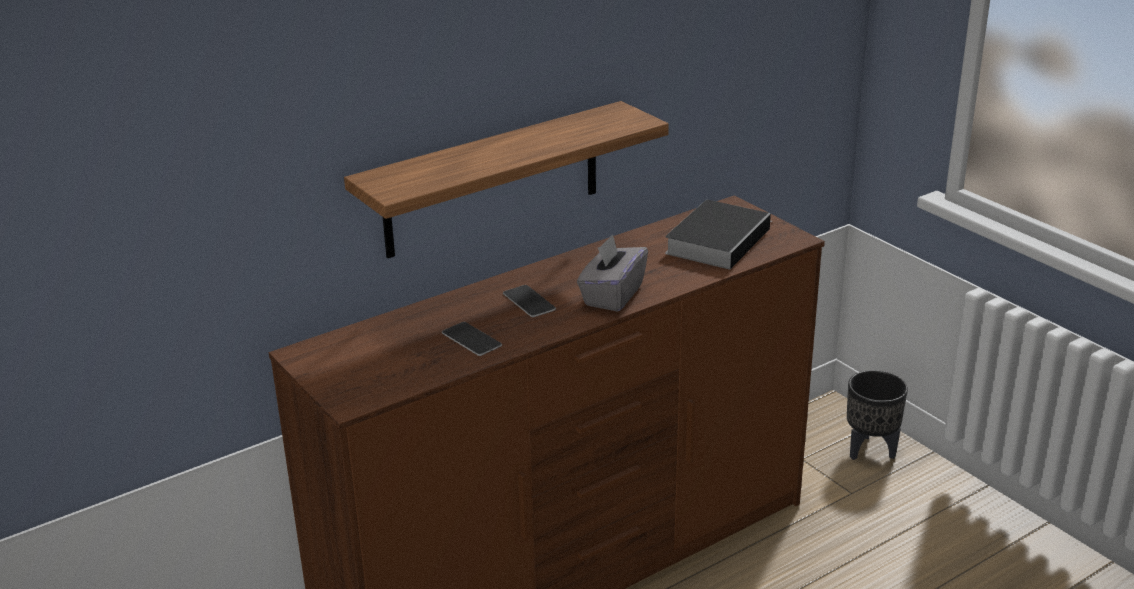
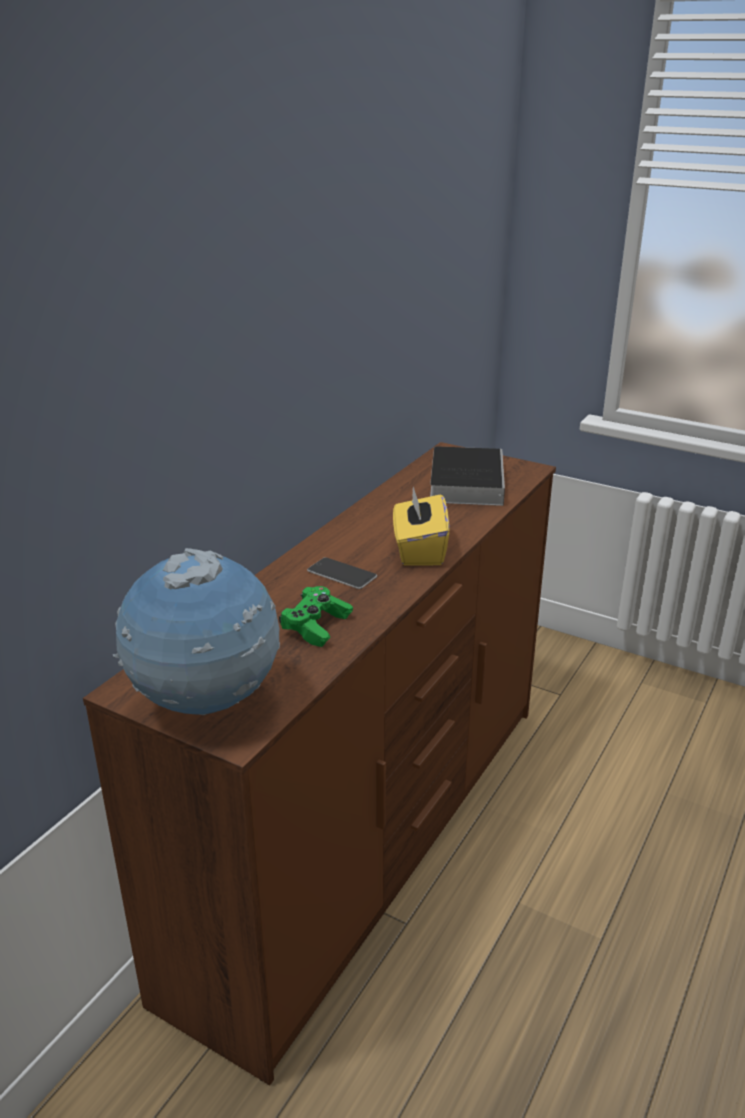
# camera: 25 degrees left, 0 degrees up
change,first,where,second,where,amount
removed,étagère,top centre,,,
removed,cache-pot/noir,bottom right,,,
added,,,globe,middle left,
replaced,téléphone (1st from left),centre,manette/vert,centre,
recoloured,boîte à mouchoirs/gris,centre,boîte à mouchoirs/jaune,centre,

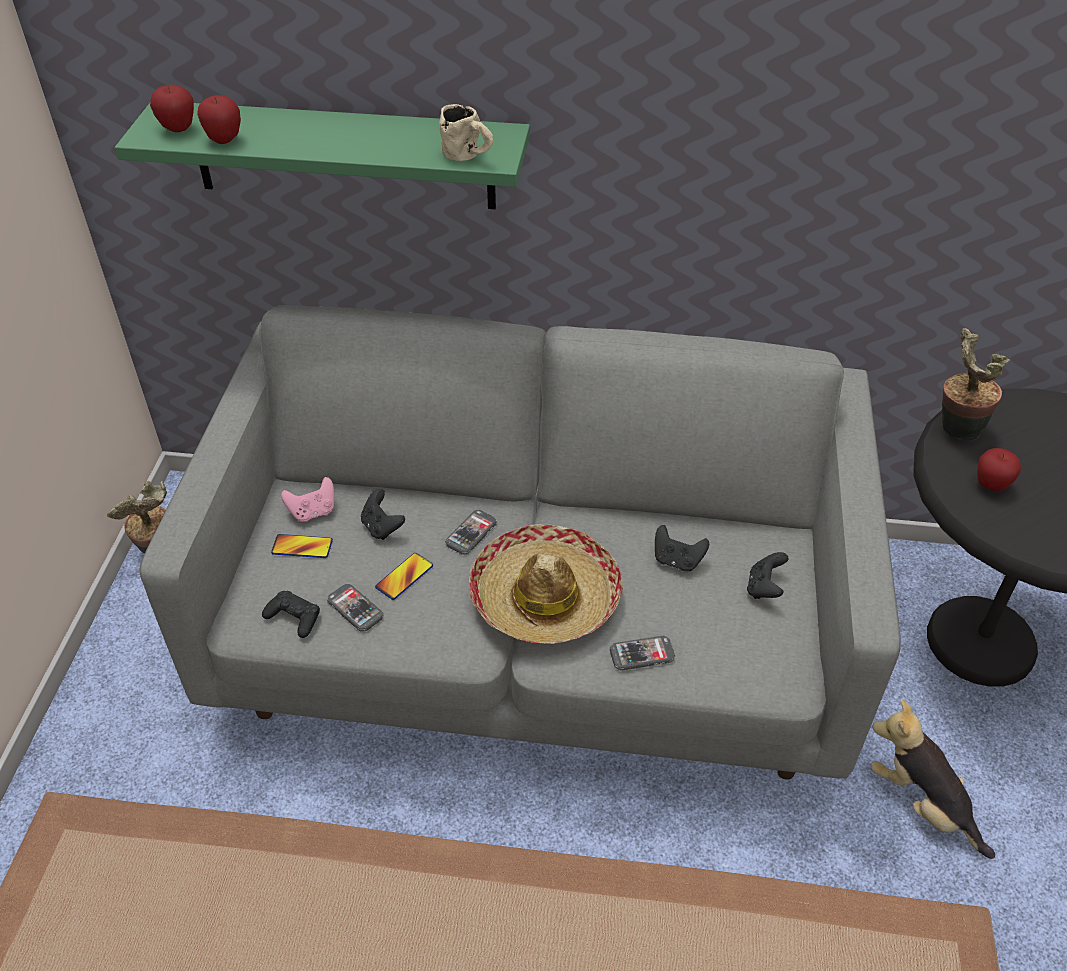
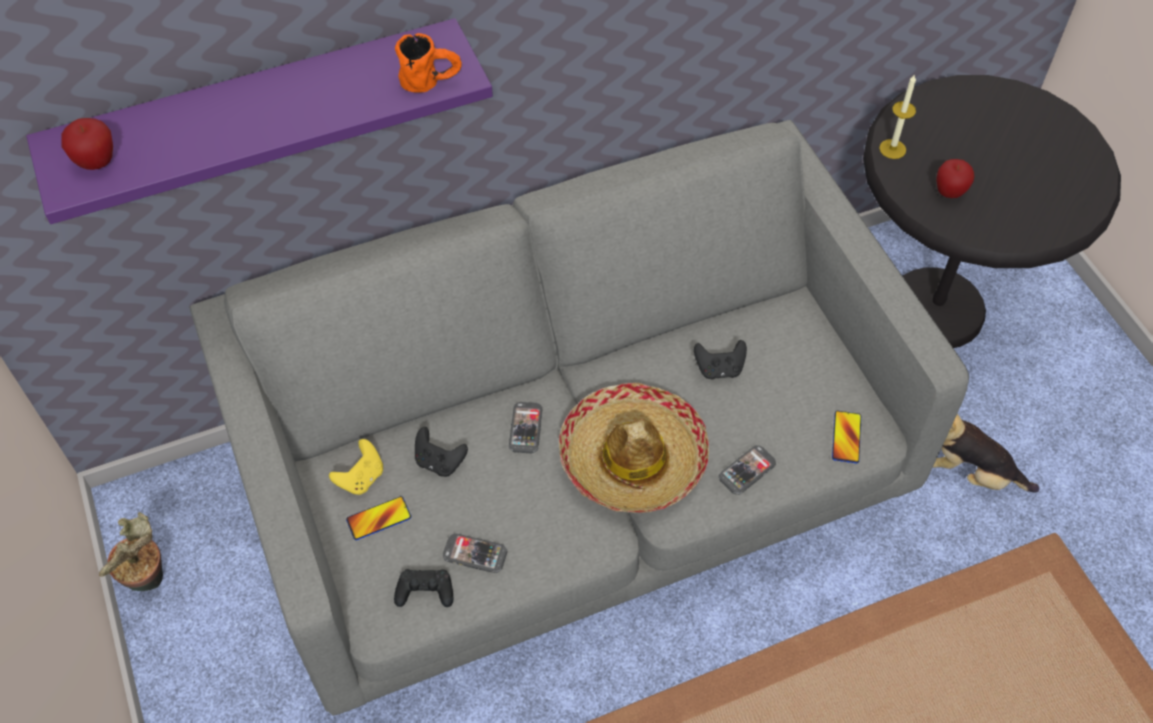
# camera: 30 degrees left, 10 degrees up
change,first,where,second,where,amount
removed,pomme (2nd from left),top left,,,
removed,manette/noir (4th from left),middle right,,,
moved,téléphone (3rd from left in the first image),centre,téléphone (5th from left),middle right,
replaced,plante en pot (2nd from left),middle right,bougie,top right,
recoloured,étagère/vert,top left,étagère/violet,top left,
recoloured,manette/rose,middle left,manette/jaune,middle left,
recoloured,mug/beige,top centre,mug/orange,top centre,

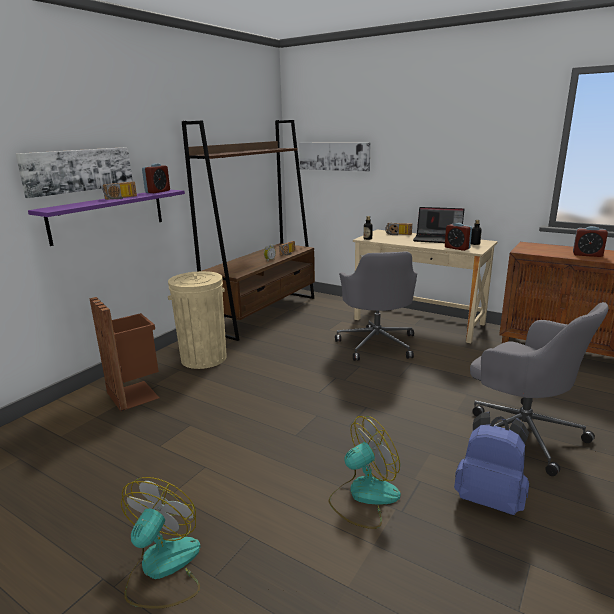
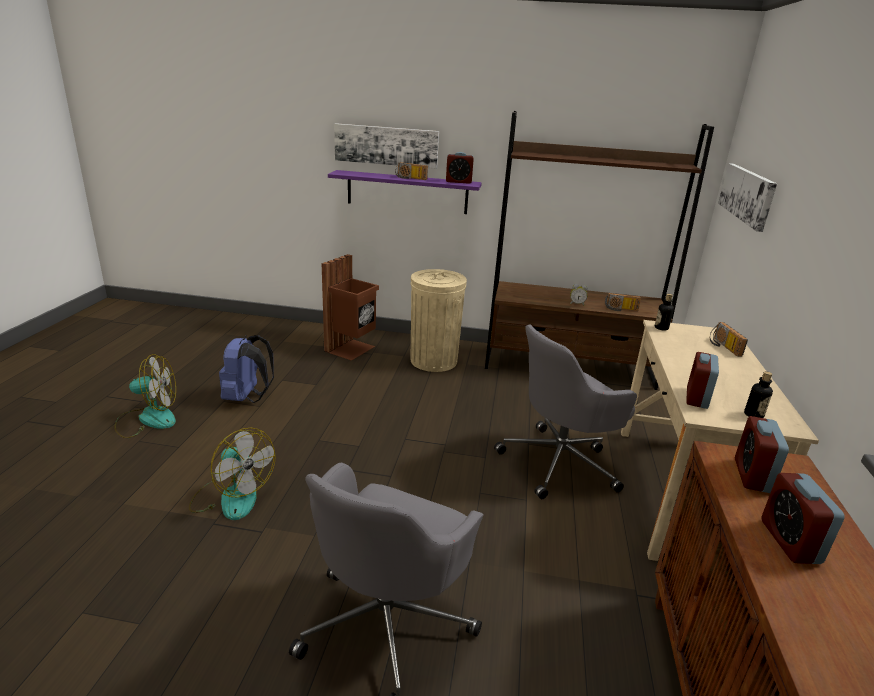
# camera: 65 degrees right, 5 degrees up
change,first,where,second,where,amount
removed,ordinateur portable,middle right,,,
added,,,réveil (4th from left),middle right,
moved,sac à dos/bleu,bottom right,,middle left,

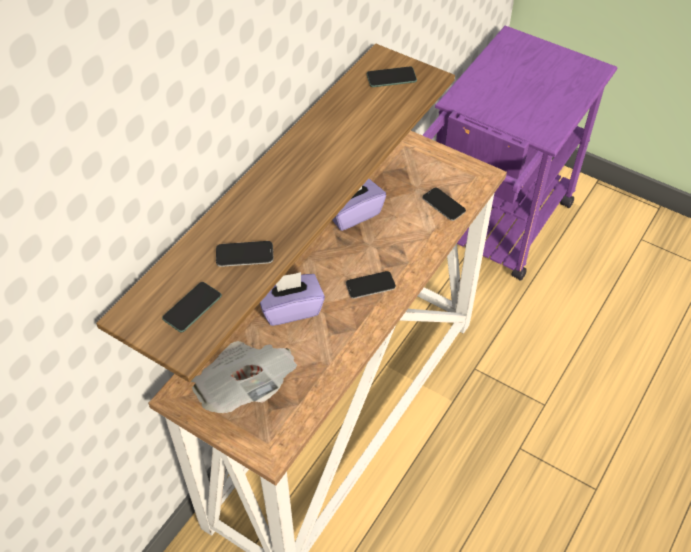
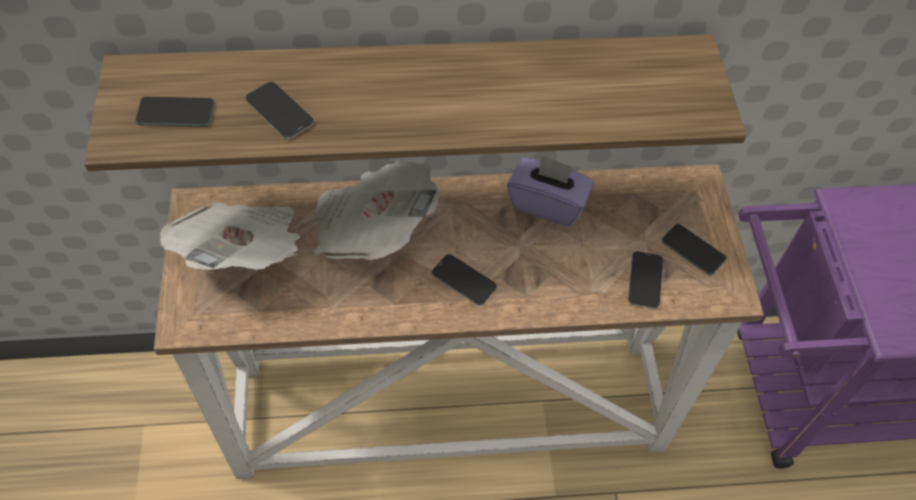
# camera: 50 degrees right, 5 degrees up
change,first,where,second,where,amount
moved,téléphone (4th from left in the first image),top centre,téléphone (5th from left),middle right,
replaced,boîte à mouchoirs/violet (1st from left),centre,journal (2nd from left),centre,

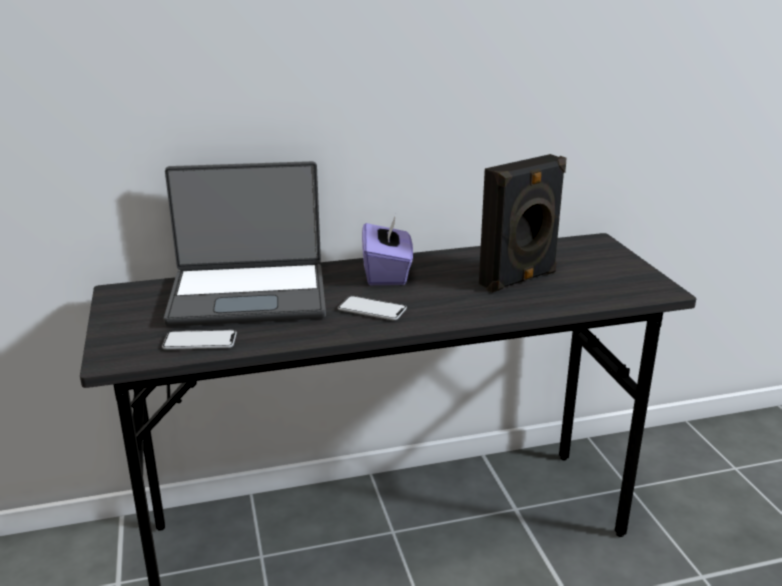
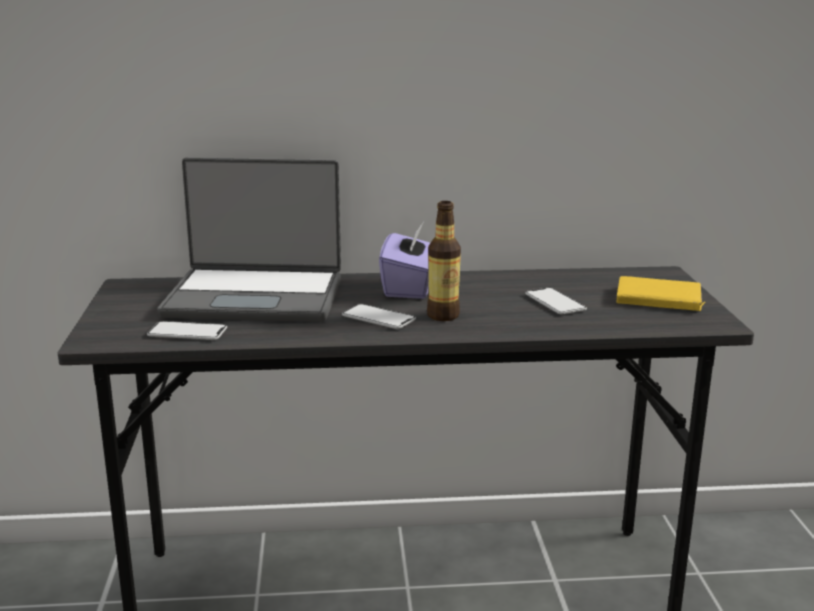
# camera: 10 degrees right, 5 degrees down
change,first,where,second,where,amount
added,,,bouteille,centre,
added,,,livre/jaune,middle right,
replaced,enceinte/noir,middle right,téléphone (3rd from left),middle right,

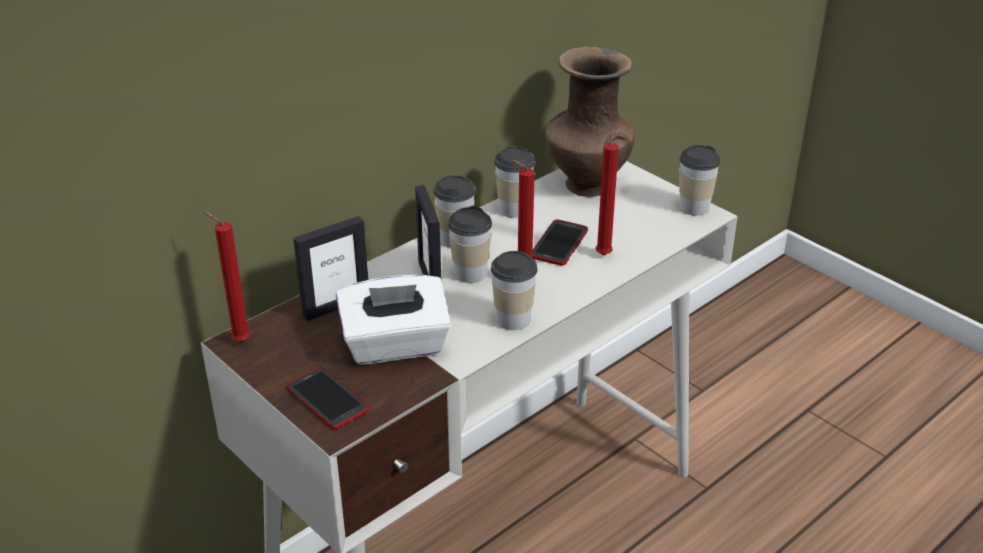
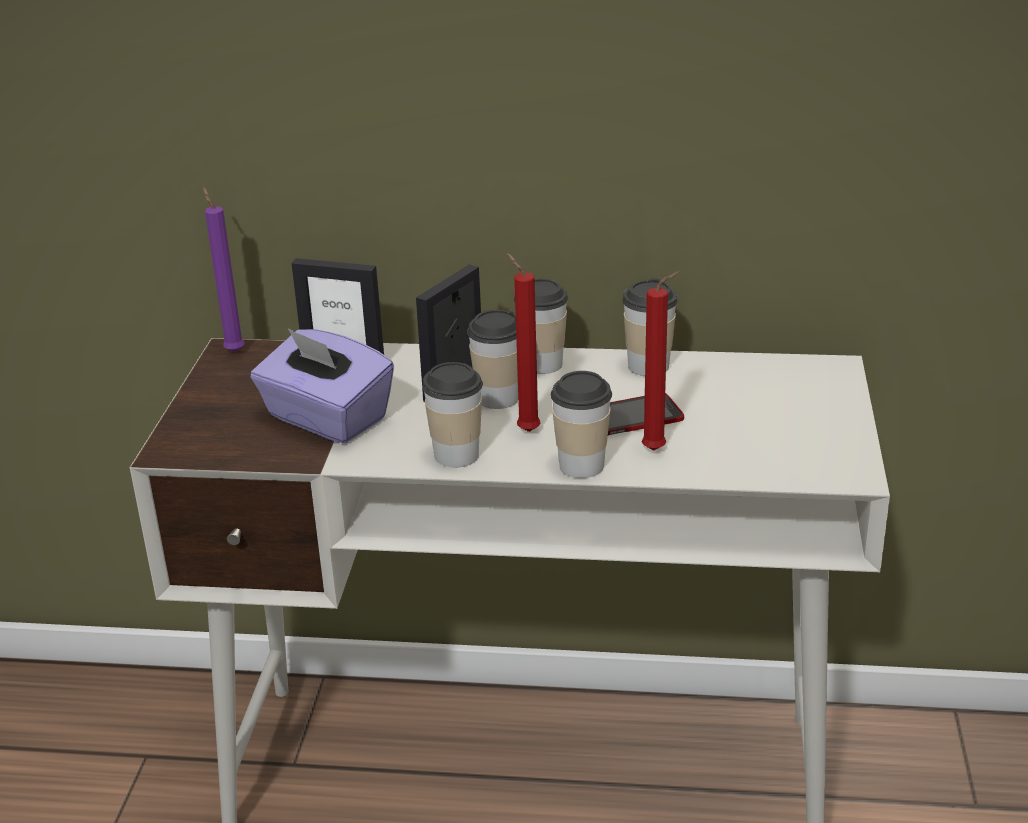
# camera: 50 degrees right, 5 degrees down
change,first,where,second,where,amount
removed,téléphone (1st from left),bottom centre,,,
removed,vase/marron,top centre,,,
moved,tasse (5th from left in the first image),top right,tasse (4th from left),centre,
recoloured,bougie/rouge (1st from left),middle left,bougie/violet,top left,
recoloured,boîte à mouchoirs/blanc,centre,boîte à mouchoirs/violet,middle left,

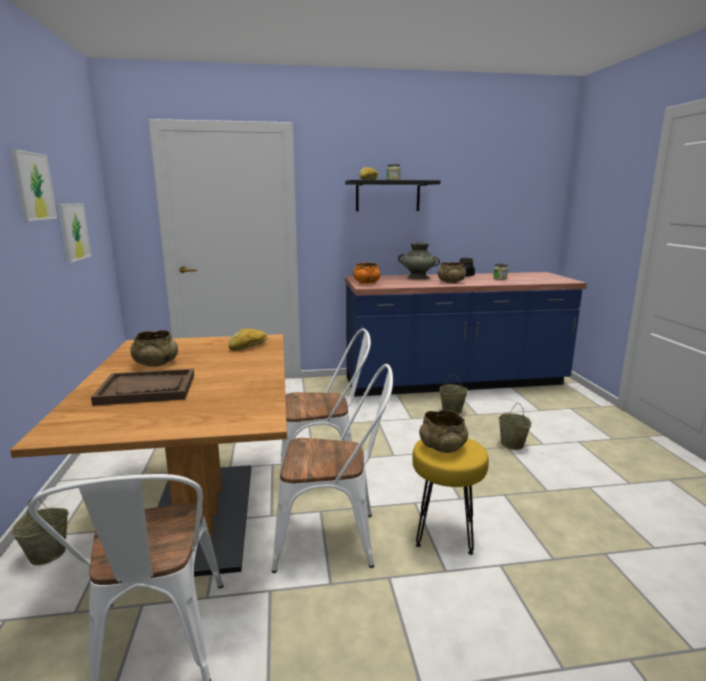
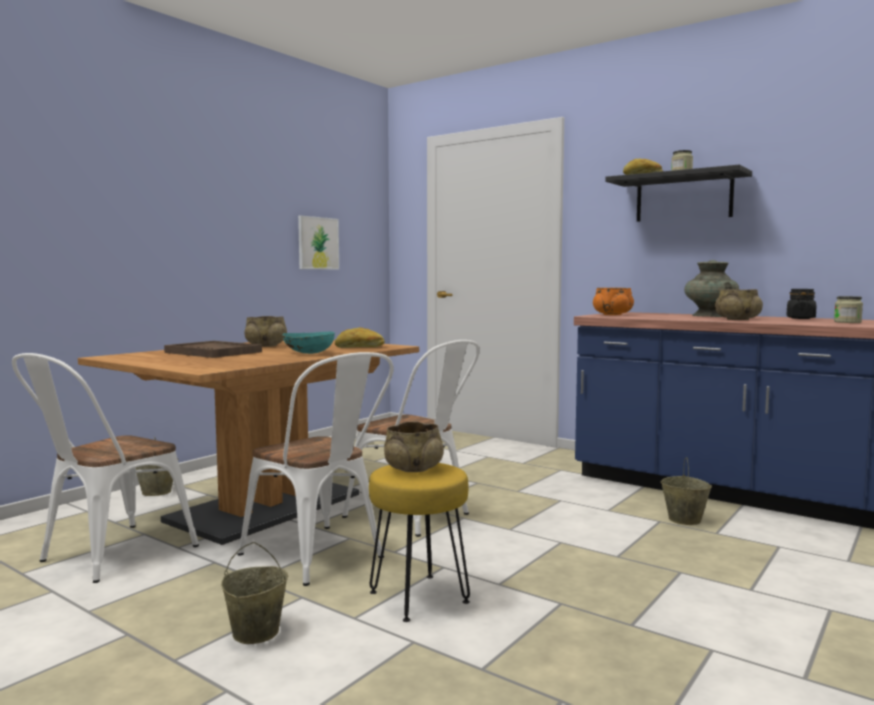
# camera: 45 degrees right, 10 degrees down
change,first,where,second,where,amount
removed,tableau (1st from left),top left,,,
added,,,bol/turquoise,centre,
moved,seau/beige (3rd from left in the first image),middle right,seau/beige (2nd from left),bottom left,

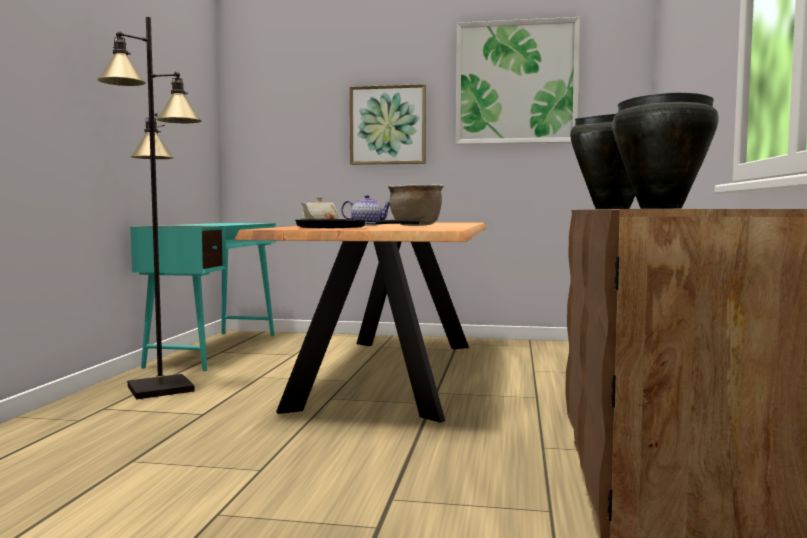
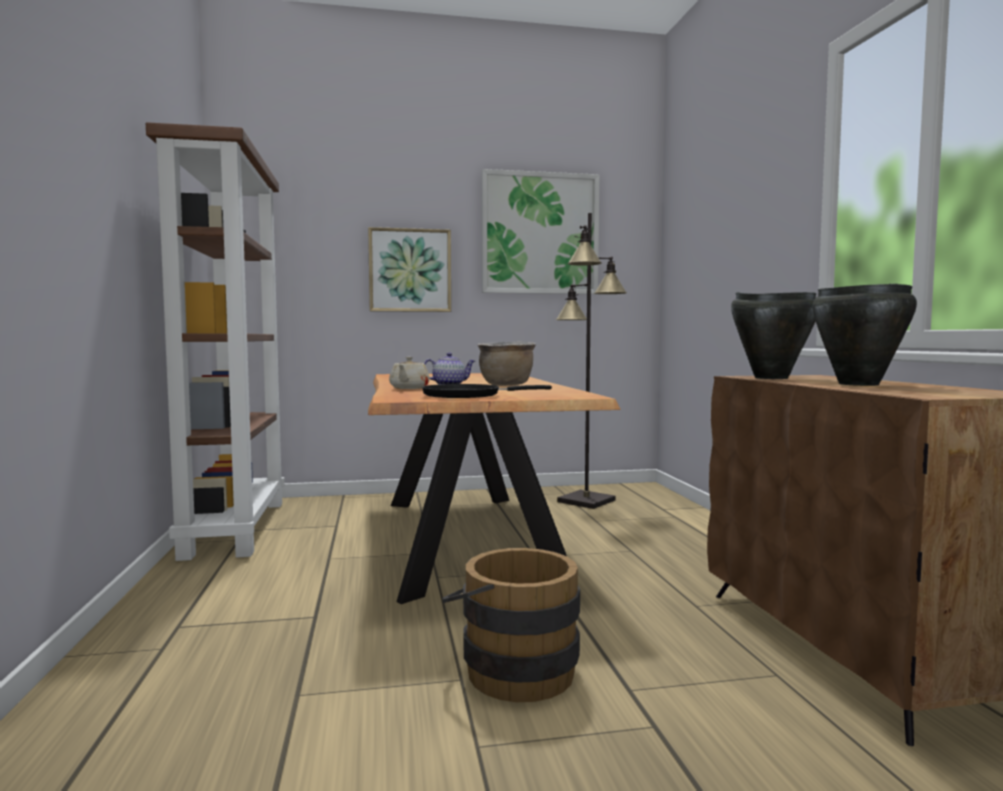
# camera: 20 degrees left, 0 degrees up
change,first,where,second,where,amount
added,,,seau/marron,bottom centre,
moved,lampadaire/noir,middle left,,centre,
replaced,bureau/turquoise,middle left,bibliothèque/marron,middle left,

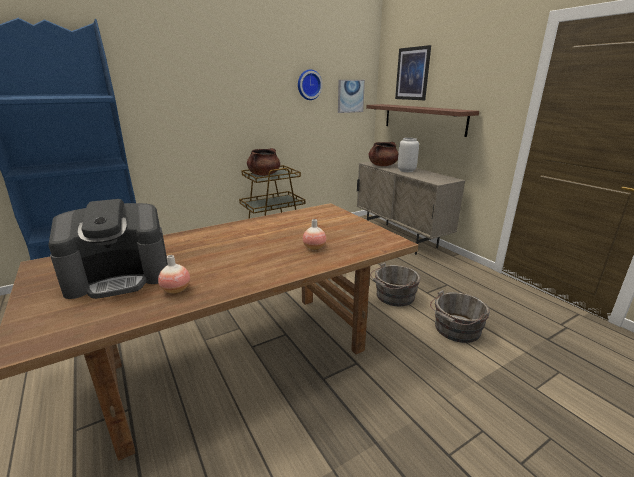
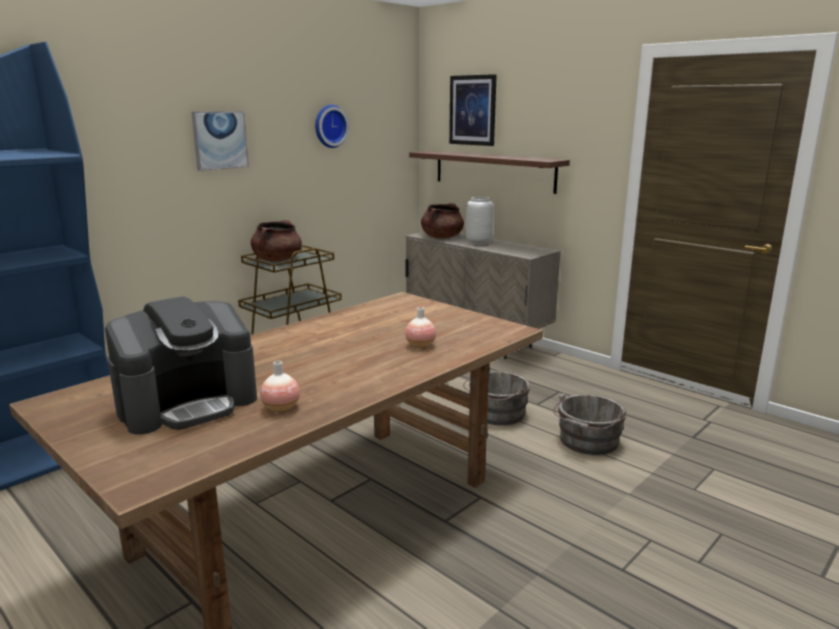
# camera: 15 degrees left, 5 degrees down
change,first,where,second,where,amount
moved,tableau (1st from left),top centre,,top left,

